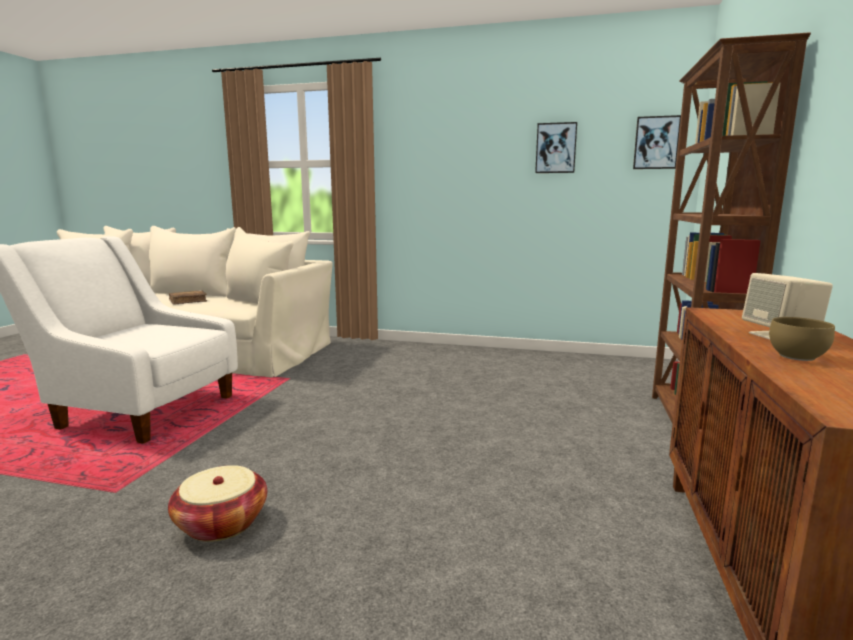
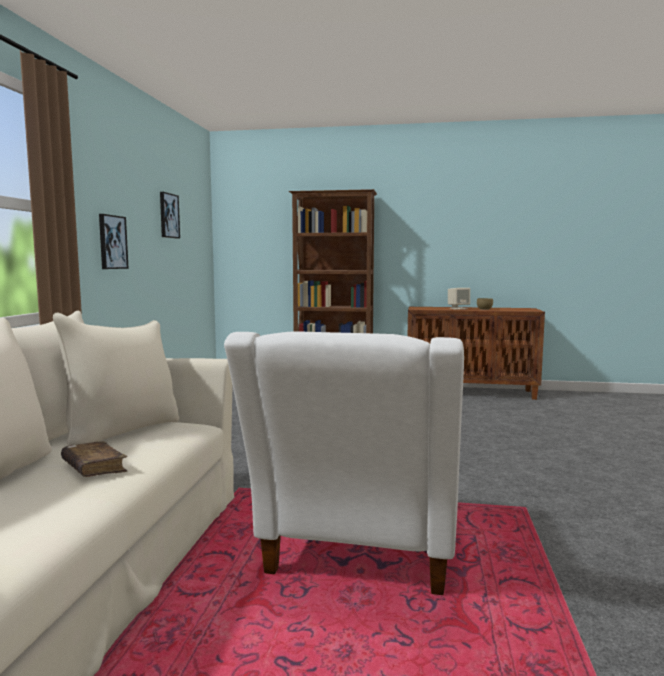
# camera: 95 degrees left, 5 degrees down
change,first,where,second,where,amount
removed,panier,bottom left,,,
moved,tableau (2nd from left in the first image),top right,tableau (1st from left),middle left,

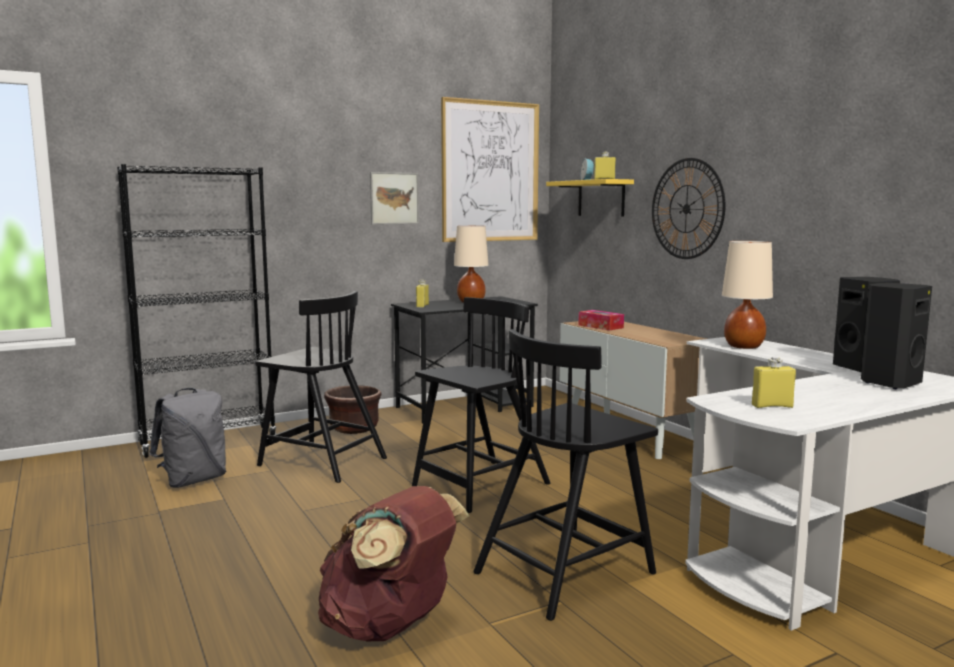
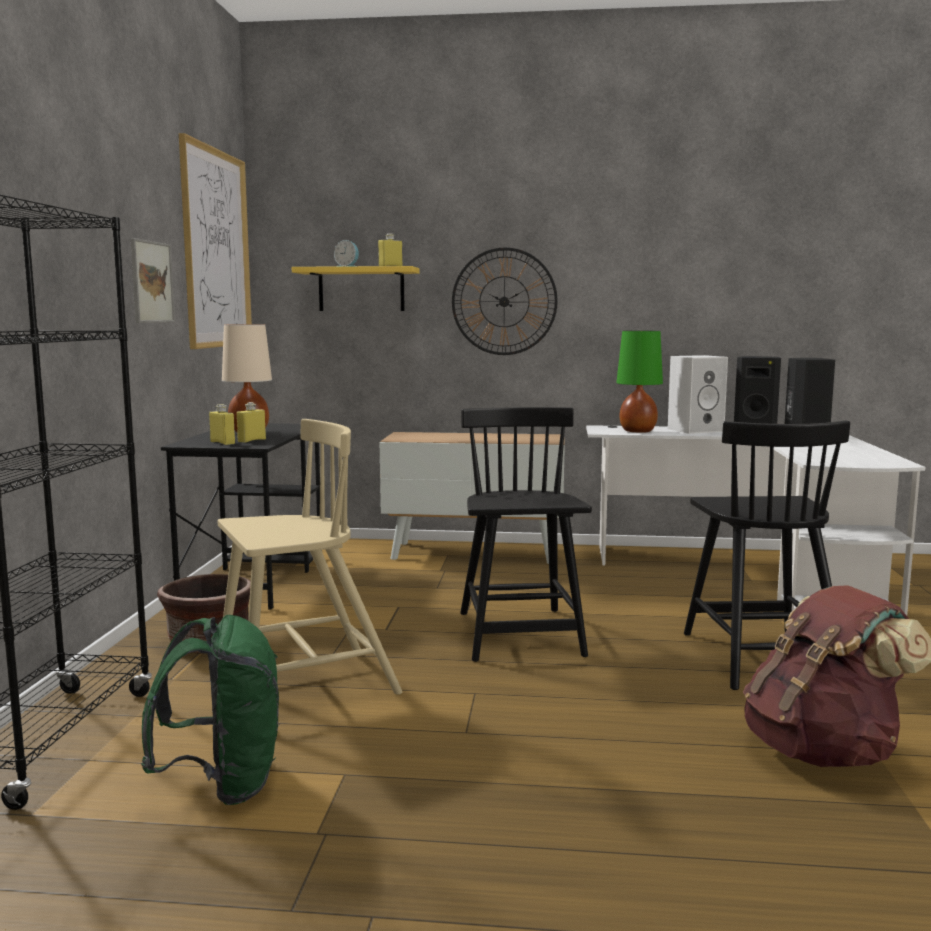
# camera: 55 degrees left, 0 degrees up
change,first,where,second,where,amount
removed,boîte à mouchoirs,centre,,,
added,,,enceinte/blanc,middle right,
moved,bouteille/jaune (3rd from left in the first image),middle right,bouteille/jaune (2nd from left),middle left,
recoloured,sac à dos/gris,middle left,sac à dos/vert,bottom left,
recoloured,chaise/noir (1st from left),centre,chaise/beige,middle left,
recoloured,lampe de table/beige (2nd from left),middle right,lampe de table/vert,middle right,

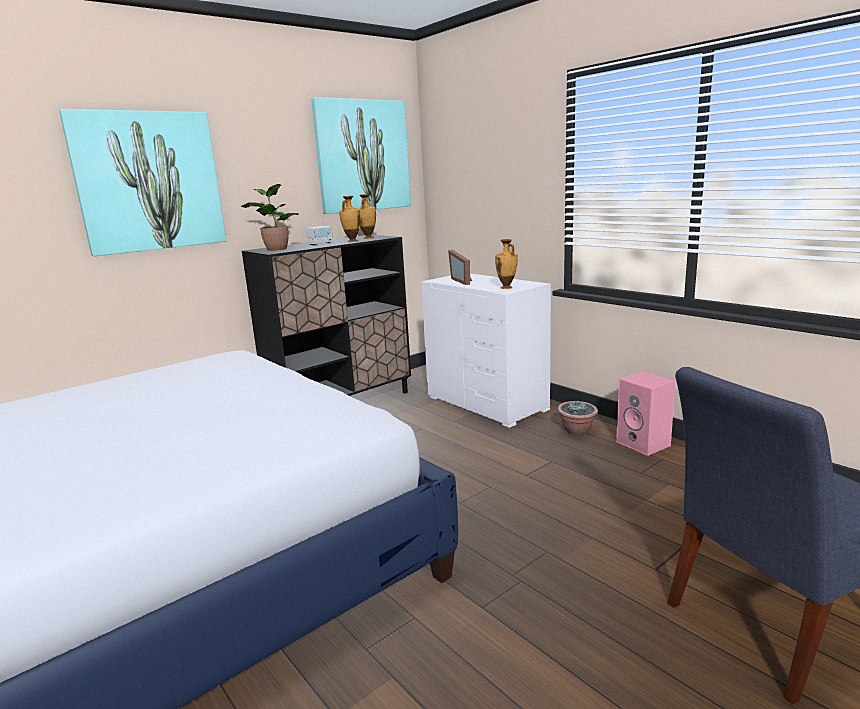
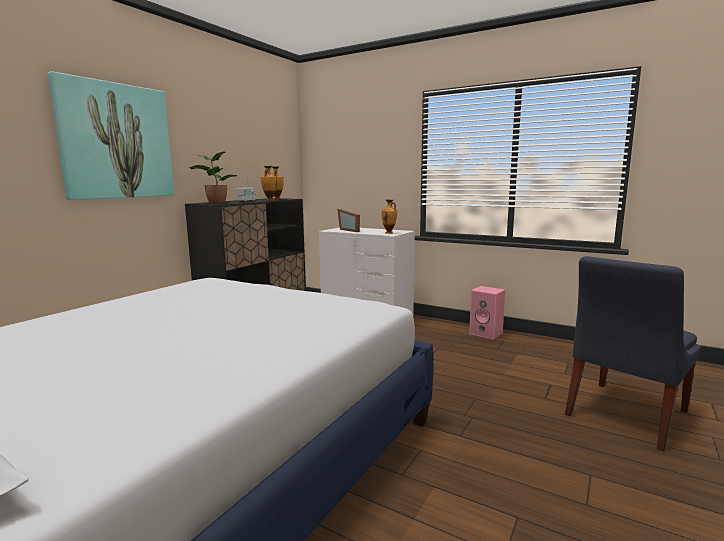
# camera: 20 degrees left, 5 degrees down
change,first,where,second,where,amount
removed,tableau (2nd from left),top centre,,,
removed,plante en pot (2nd from left),middle right,,,

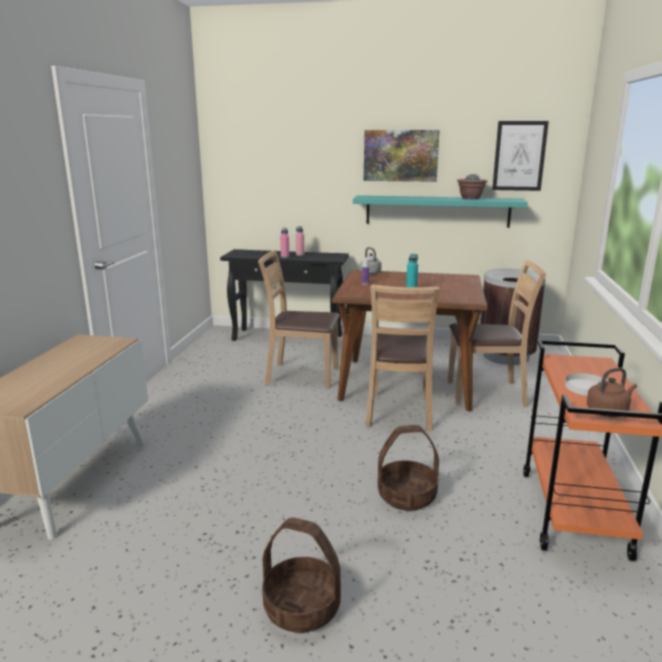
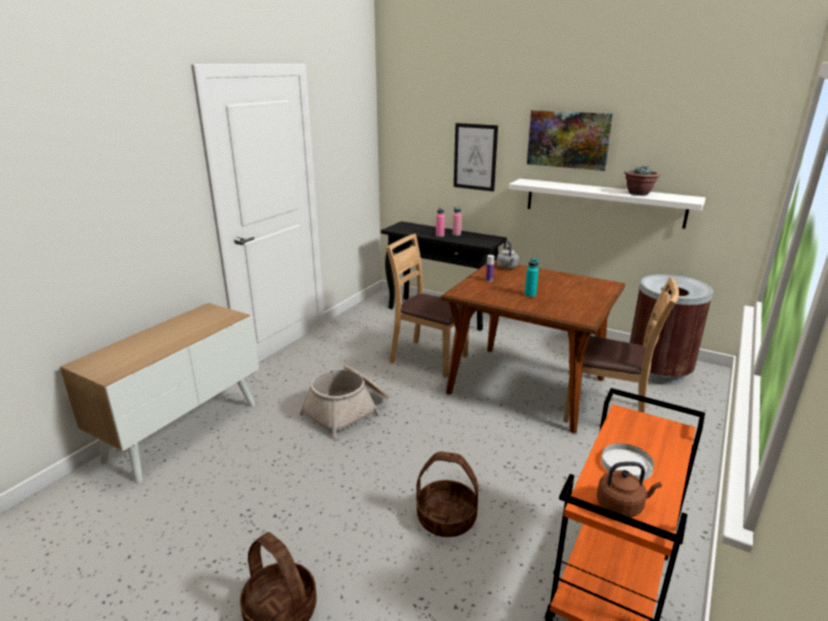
# camera: 20 degrees right, 5 degrees up
change,first,where,second,where,amount
removed,chaise/marron (2nd from left),centre,,,
added,,,panier (2nd from left),centre,
moved,tableau (2nd from left in the first image),top right,tableau (1st from left),top centre,
recoloured,étagère/turquoise,top centre,étagère/blanc,top right,

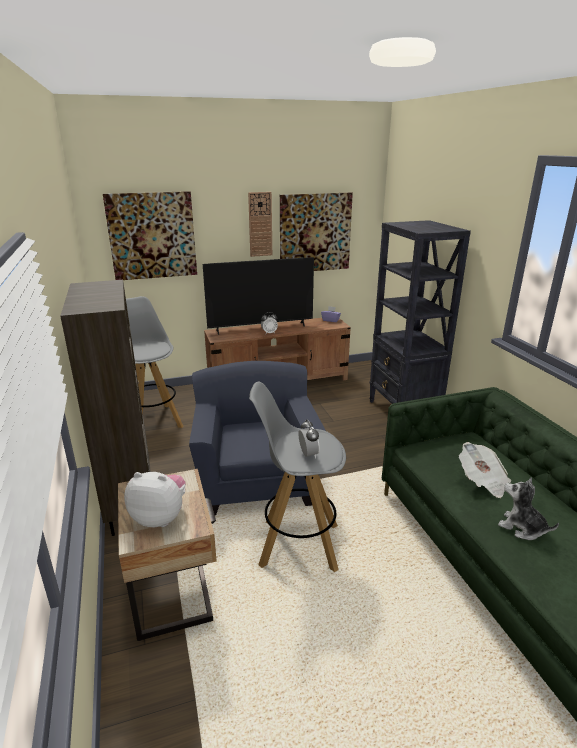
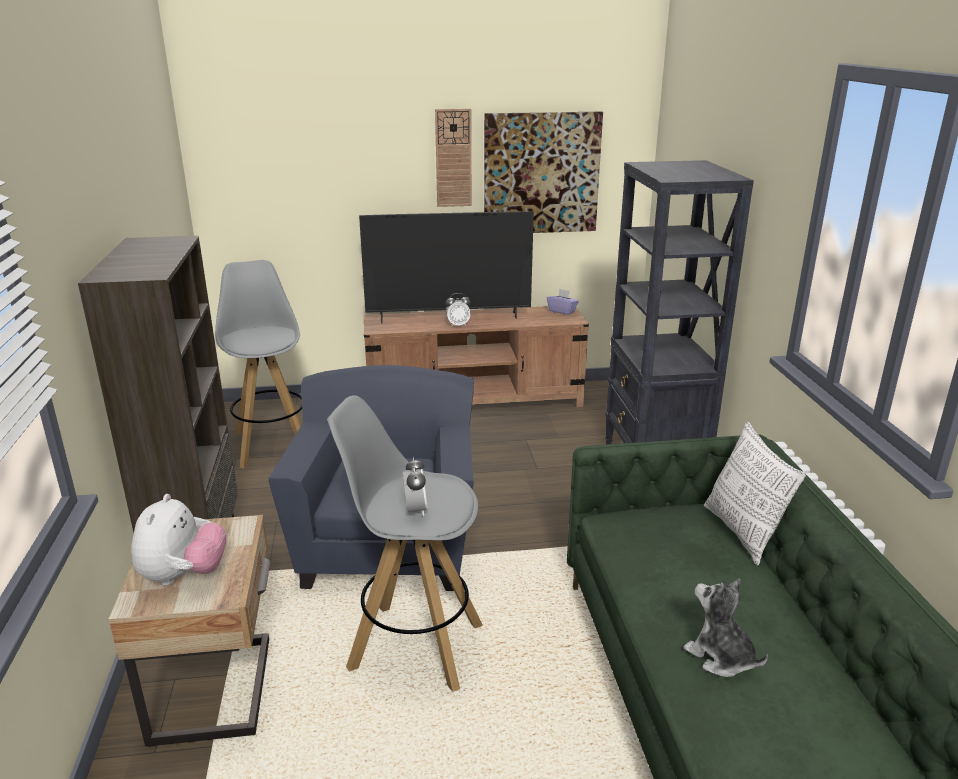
# camera: 10 degrees right, 0 degrees up
change,first,where,second,where,amount
removed,tableau (1st from left),top left,,,
removed,journal,middle right,,,
added,,,coussin,middle right,
turned,peluche (1st from left),bottom left,,bottom left,75 degrees clockwise

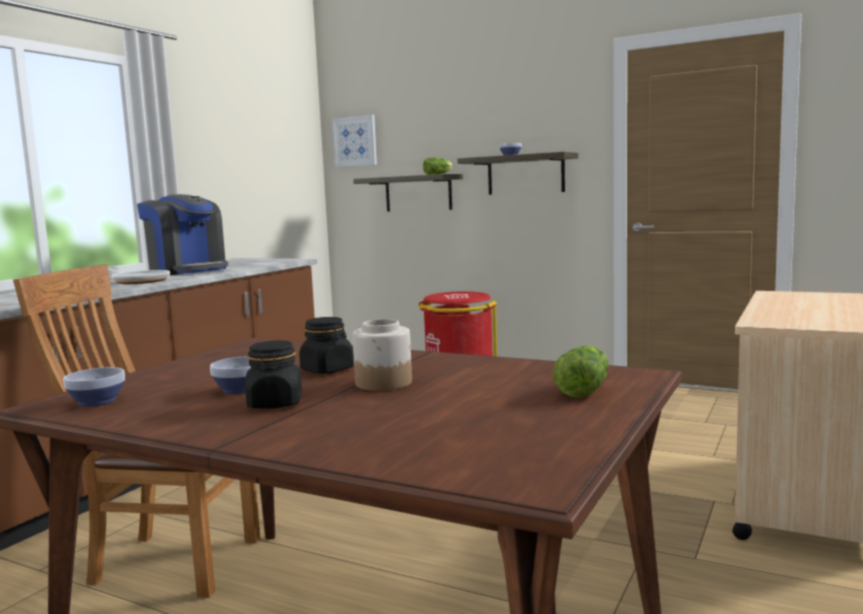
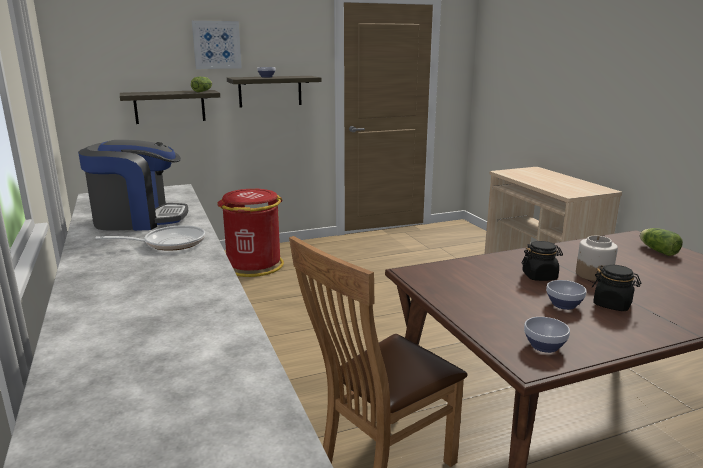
# camera: 50 degrees left, 10 degrees up
change,first,where,second,where,amount
moved,tableau,top centre,,top left,

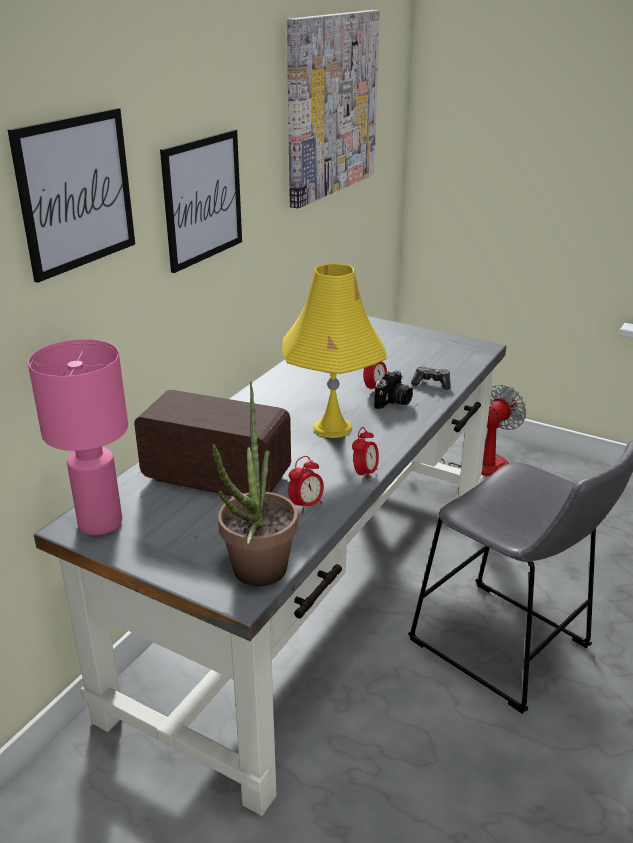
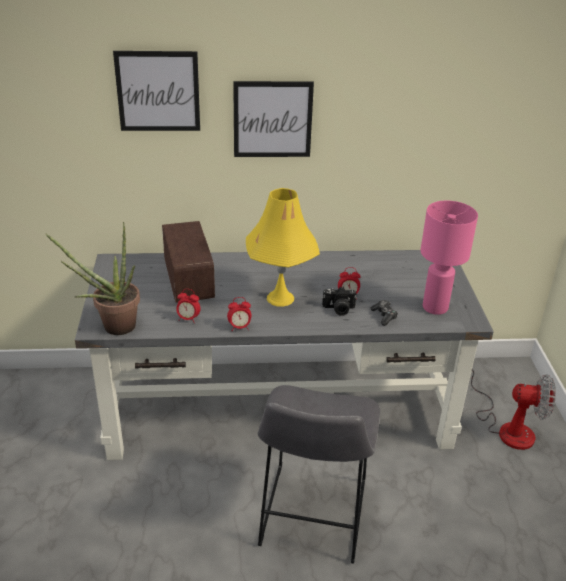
# camera: 55 degrees right, 5 degrees up
change,first,where,second,where,amount
removed,tableau (3rd from left),top centre,,,
moved,lampe de table/rose,middle left,,middle right,

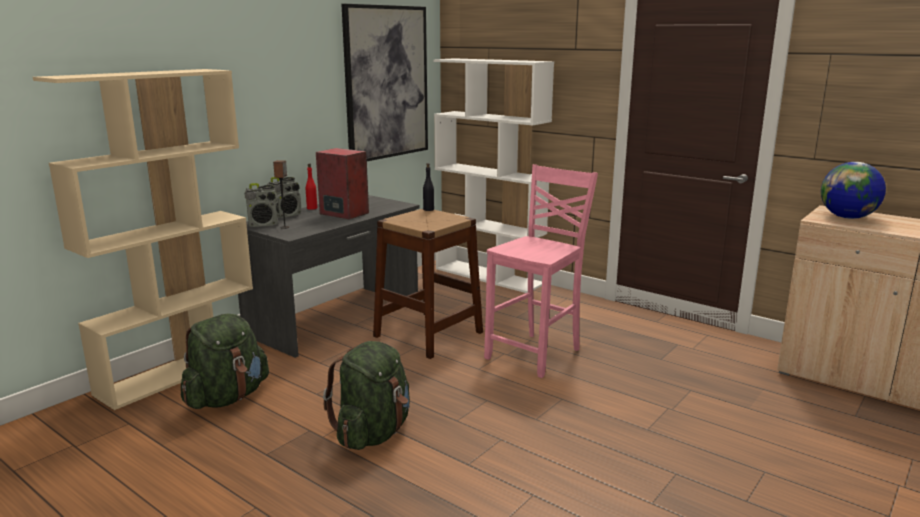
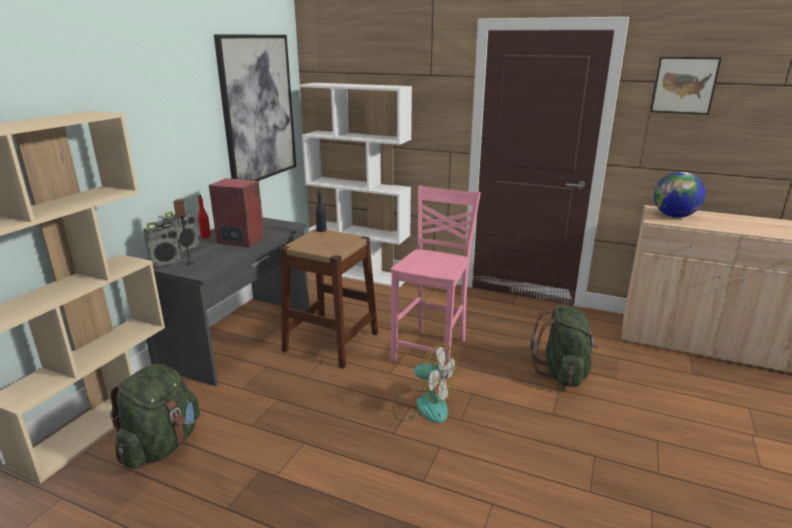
# camera: 15 degrees left, 5 degrees up
change,first,where,second,where,amount
added,,,ventilateur,bottom centre,
added,,,tableau (2nd from left),top right,
moved,sac à dos/vert (2nd from left),bottom centre,,middle right,

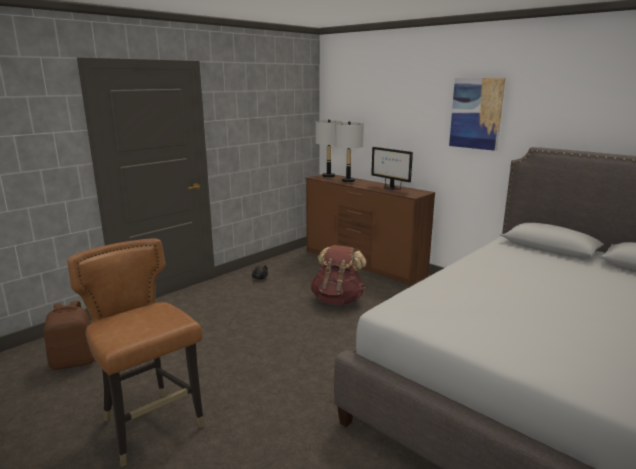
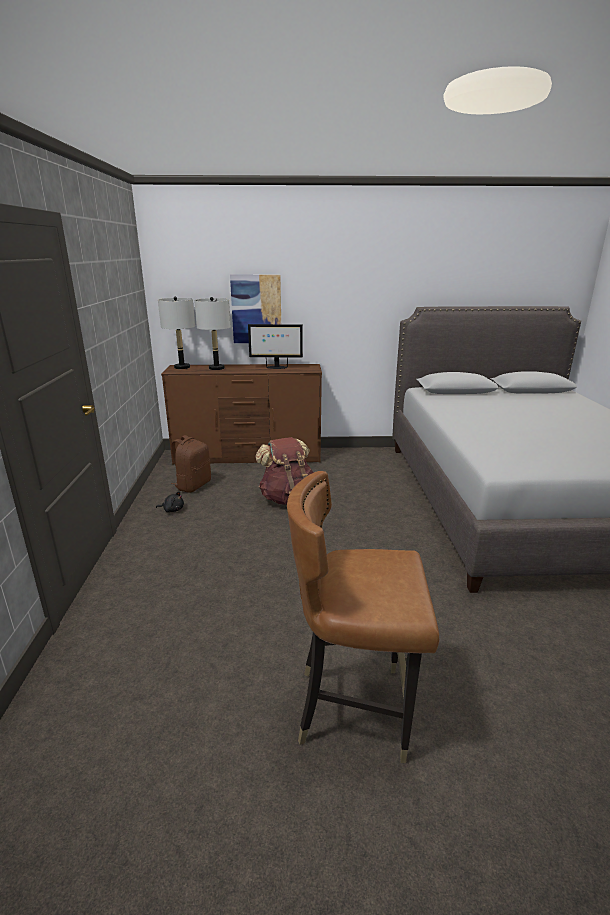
# camera: 45 degrees left, 5 degrees up
change,first,where,second,where,amount
moved,sac à dos/marron (1st from left),bottom left,,middle left,
moved,tableau,top right,,centre,

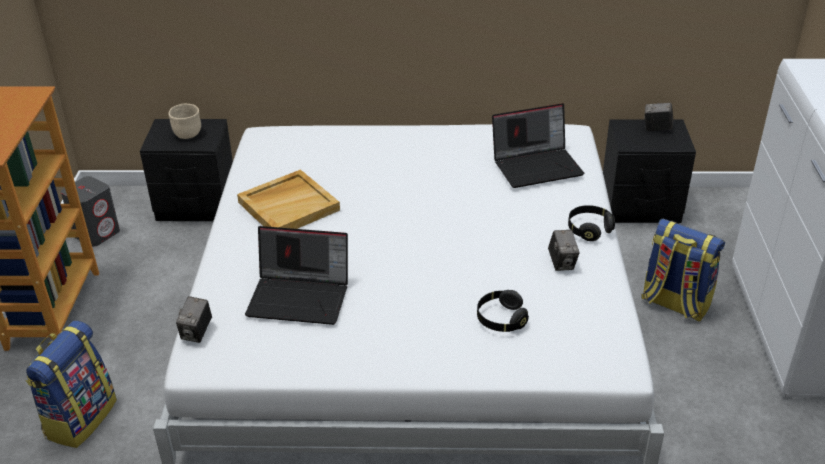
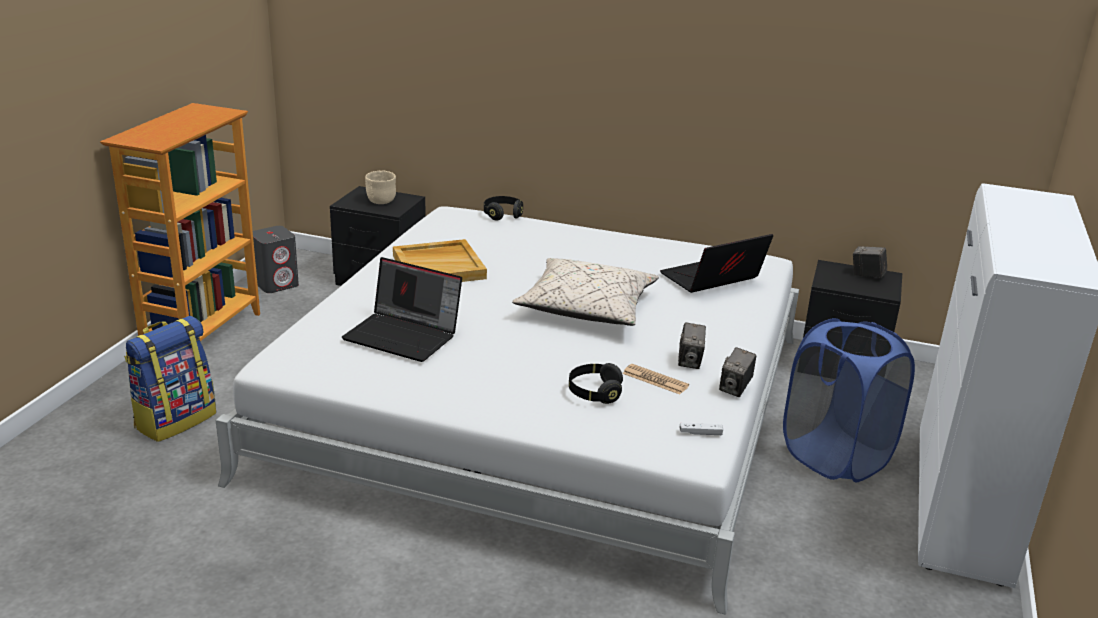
# camera: 15 degrees right, 10 degrees down
change,first,where,second,where,amount
added,,,coussin/beige,centre,
added,,,journal,centre,
added,,,manette/blanc,bottom centre,
moved,appareil photo (1st from left in the first image),bottom left,appareil photo (2nd from left),middle right,
moved,casque audio/noir (2nd from left in the first image),middle right,casque audio/noir (1st from left),centre,
replaced,sac à dos (2nd from left),middle right,panier à linge/bleu,middle right,
turned,ordinateur portable (2nd from left),top centre,,centre,150 degrees clockwise

